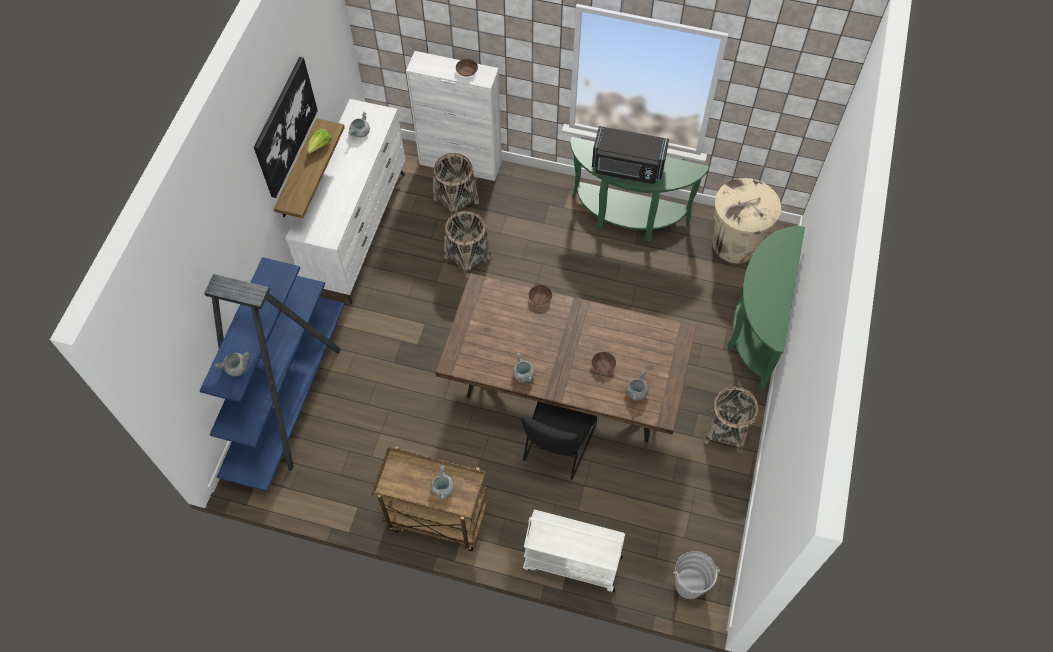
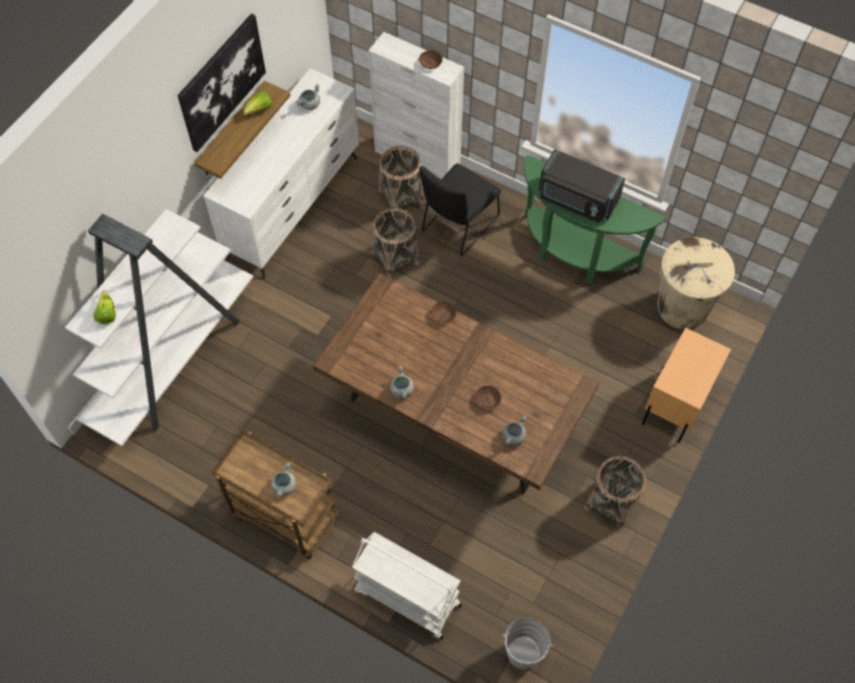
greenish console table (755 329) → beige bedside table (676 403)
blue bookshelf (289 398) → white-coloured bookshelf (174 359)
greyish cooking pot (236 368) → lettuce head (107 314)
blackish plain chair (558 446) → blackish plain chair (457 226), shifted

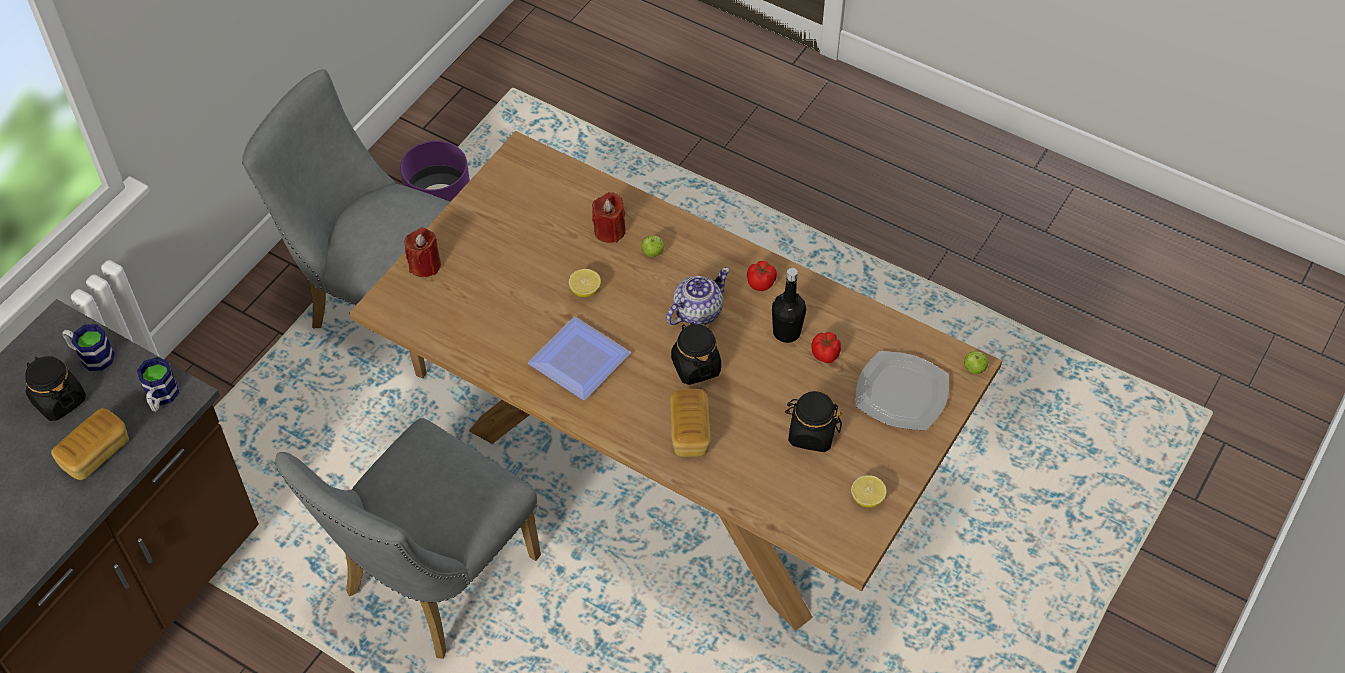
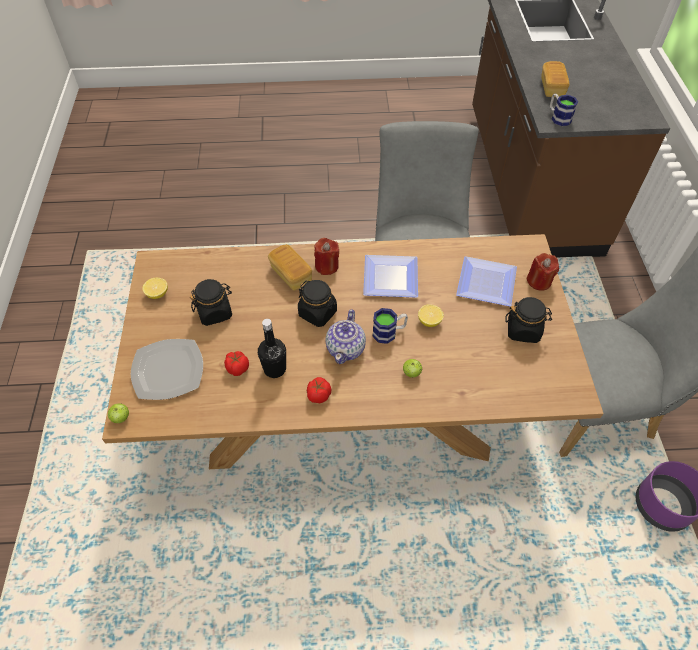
reddish wax light (609 231) → reddish wax light (327 266), shifted
mug (91 356) → mug (389 332), shifted
blackish storage jar (59 400) → blackish storage jar (523 330), shifted
- → dinner plate (488 285)

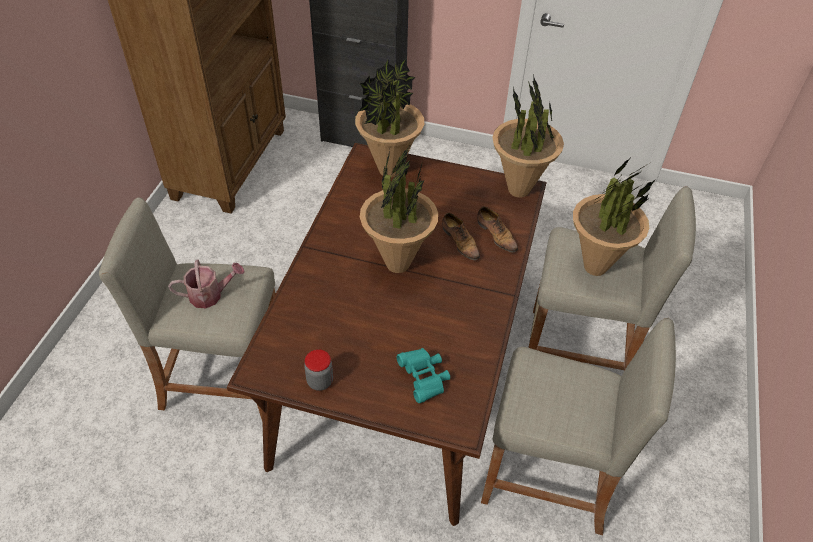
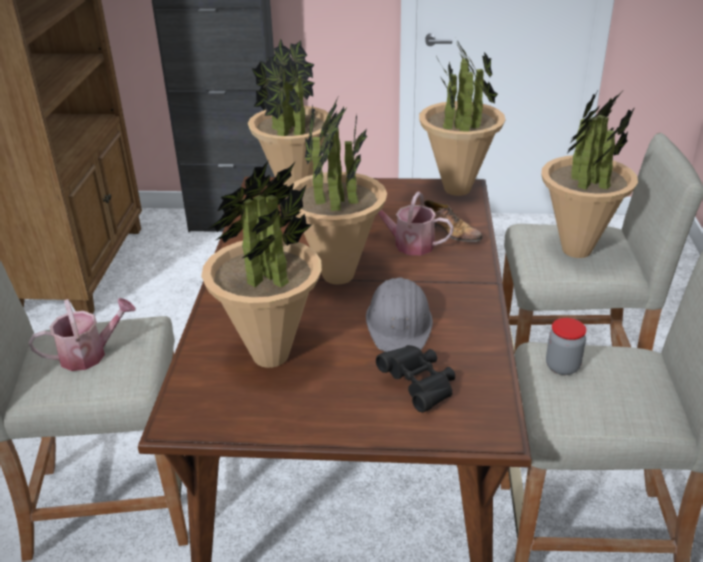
shoe (460 242) → sprinkling can (408 244)
blue-green binoculars (424 379) → blackish binoculars (419 386)
storage jar (320 381) → storage jar (562 366), shifted
- → houseplant (271 355)
- → greyish work helmet (399 324)

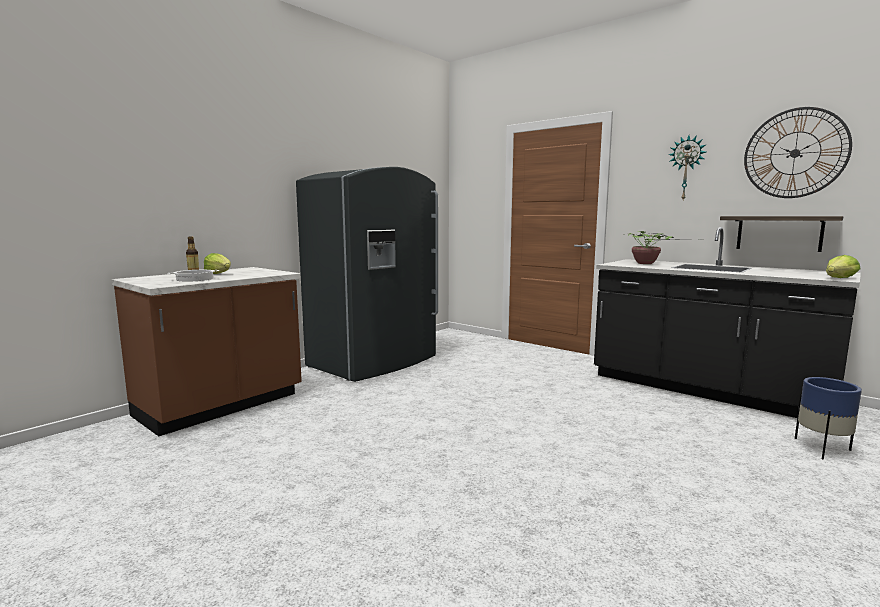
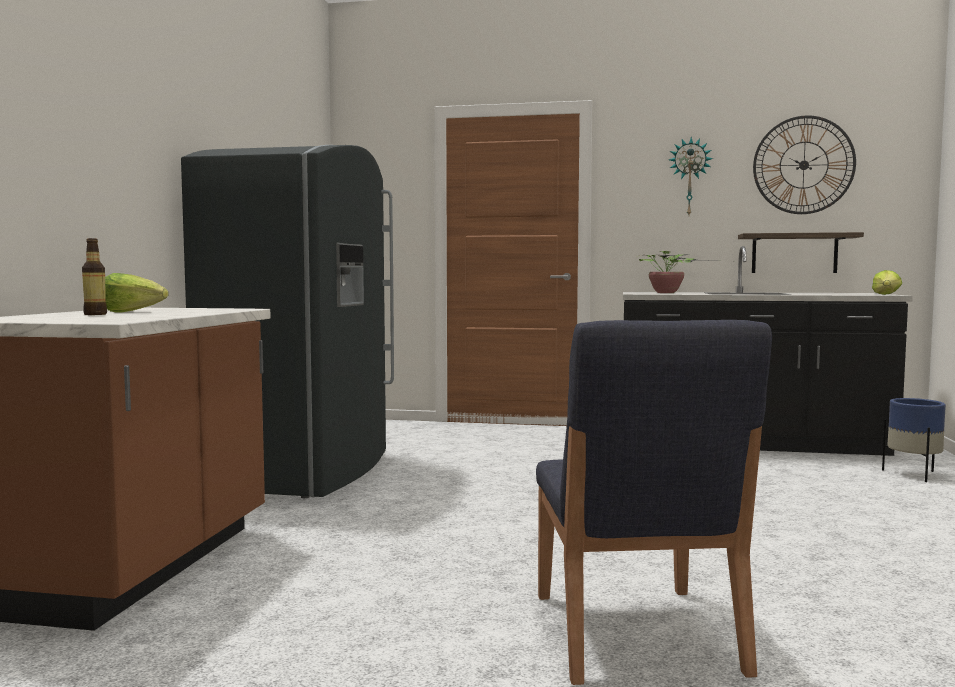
cooking pot (195 279) → -
- → blue plain chair (634 634)

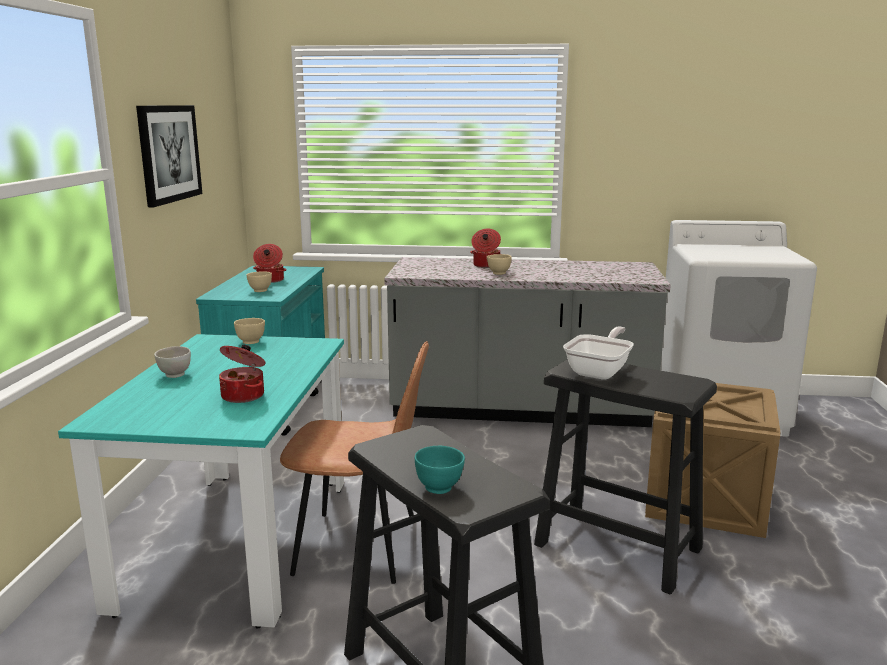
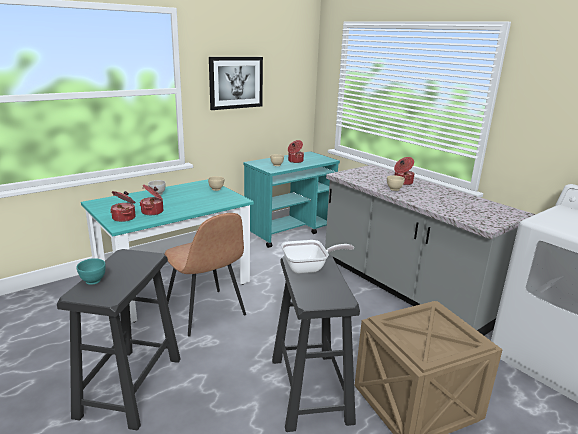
- → cooking pot (124 218)

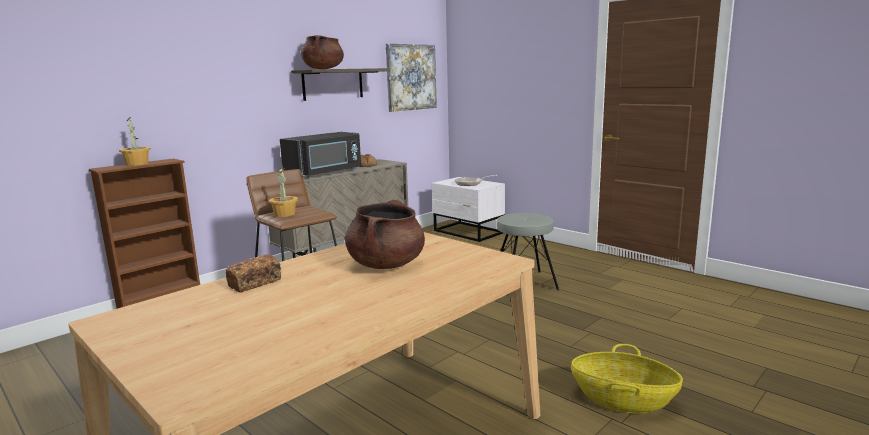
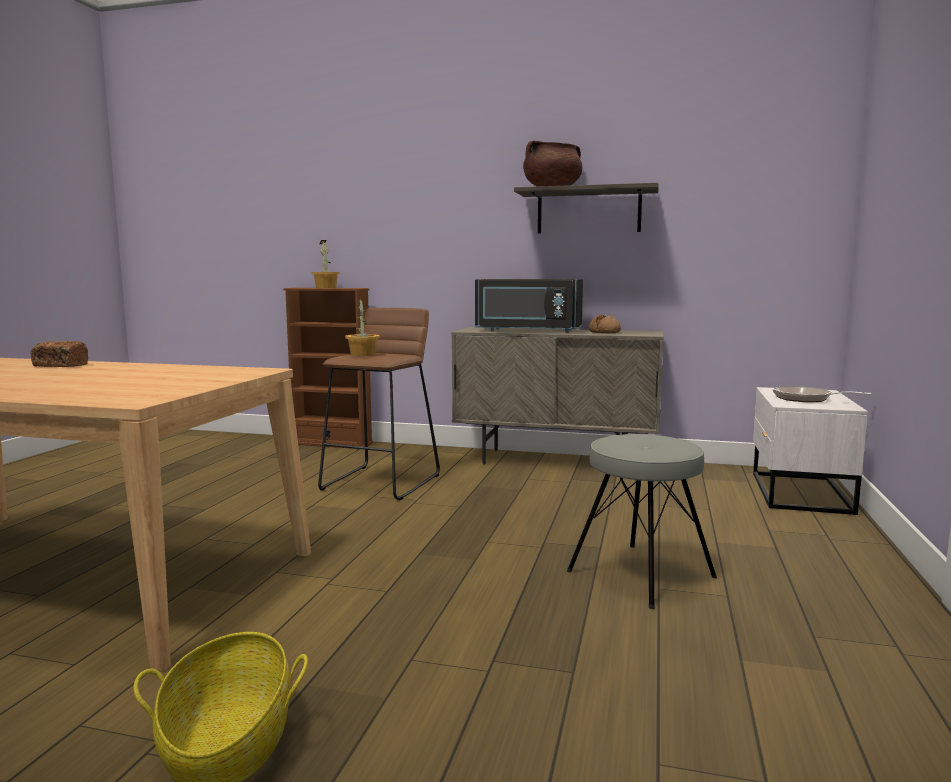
picture (411 77) → -
brownish cooking pot (386 264) → -

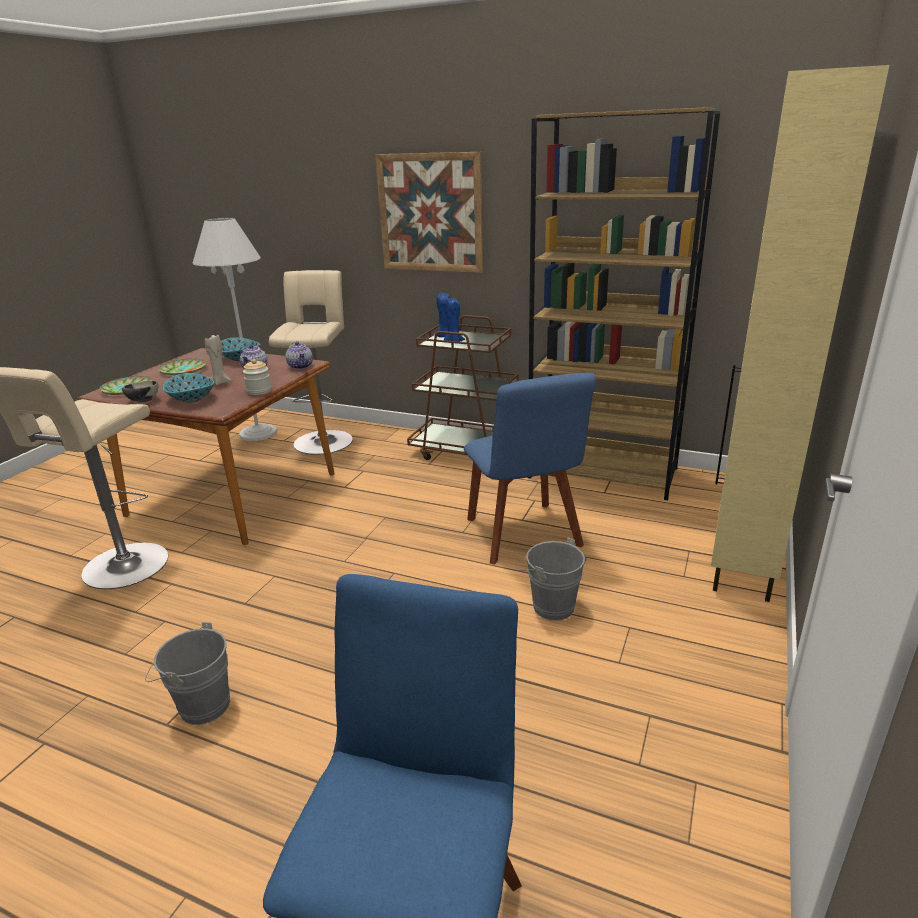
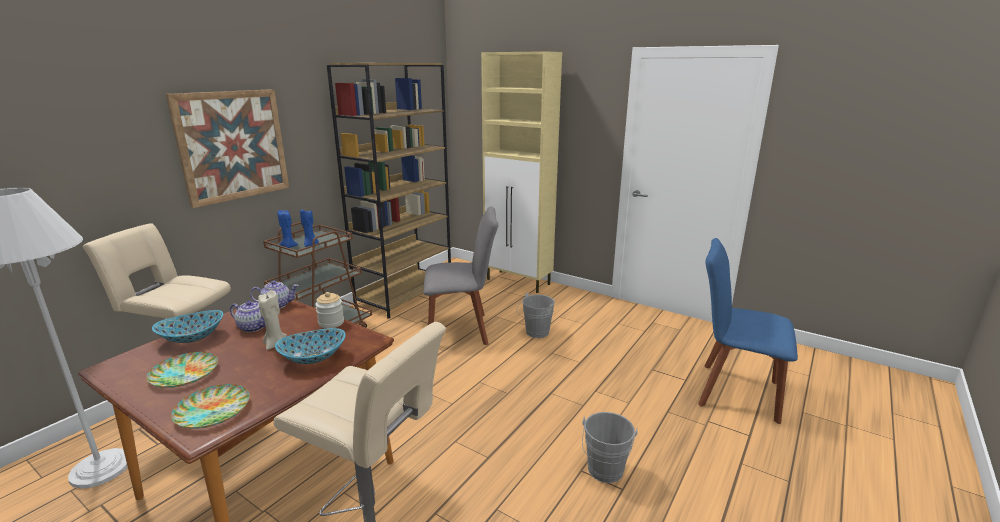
blue plain chair (524 536) → greyish plain chair (462 330)
bowl (143 401) → -

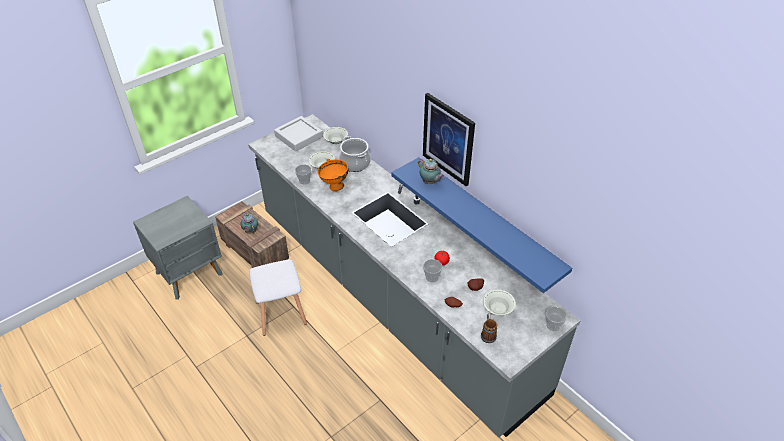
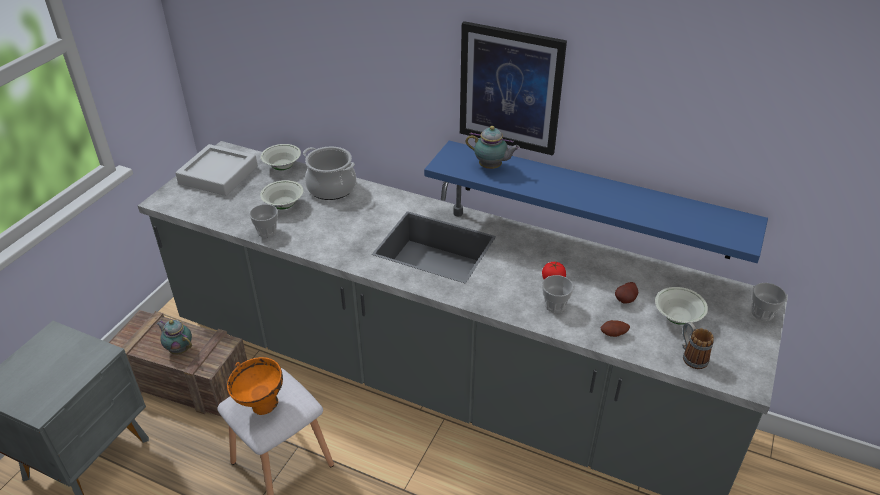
orange-coloured bowl (334 187) → orange-coloured bowl (261 407), shifted

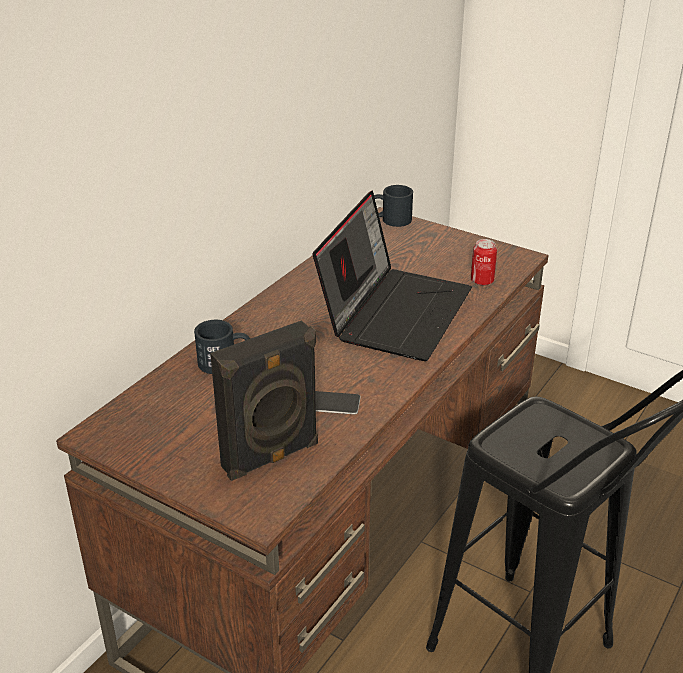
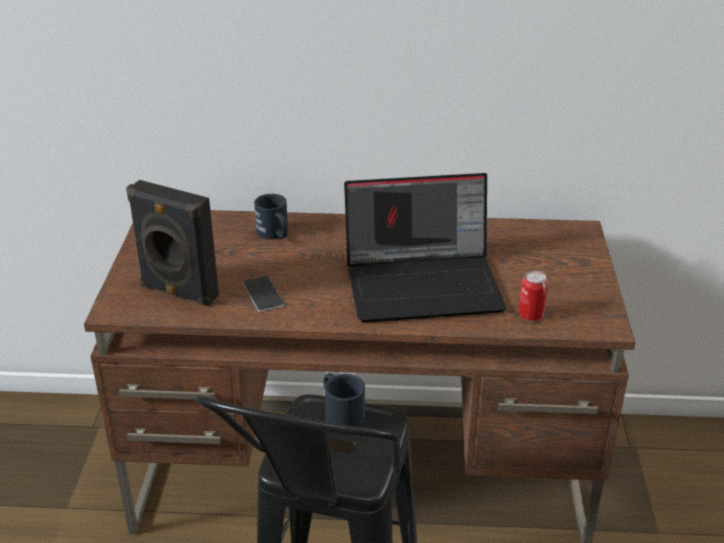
blackish mug (390 220) → blackish mug (340 413), shifted

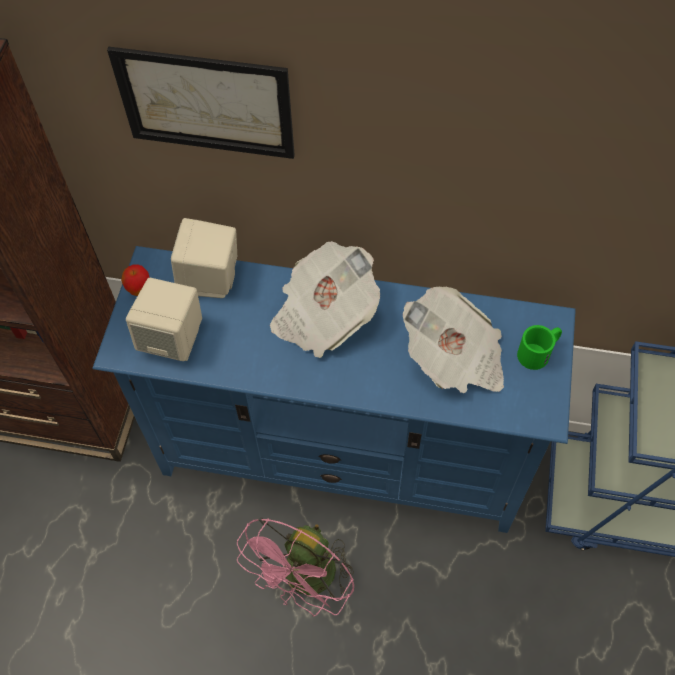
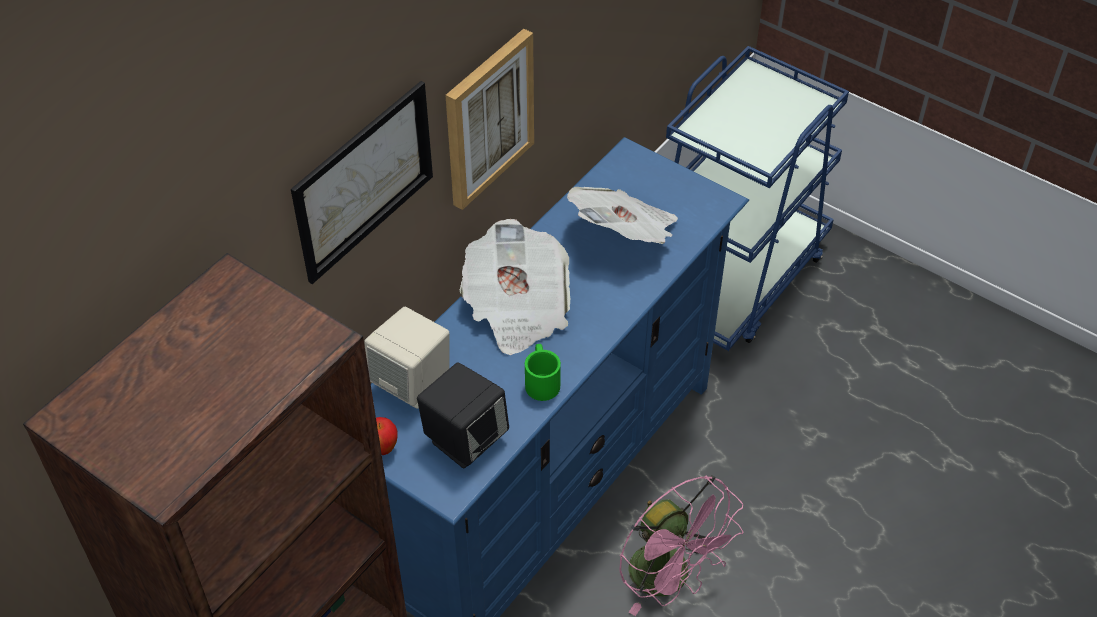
beige audio speaker (173 339) → blackish audio speaker (465 439)
greenish mug (538 352) → greenish mug (541 380), shifted
- → picture (487 118)

